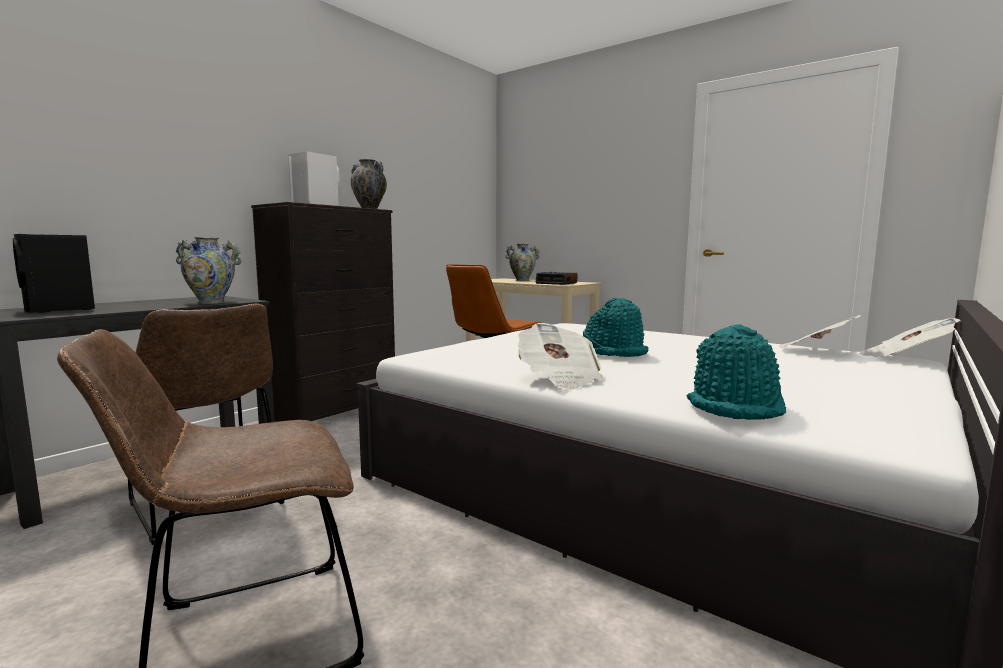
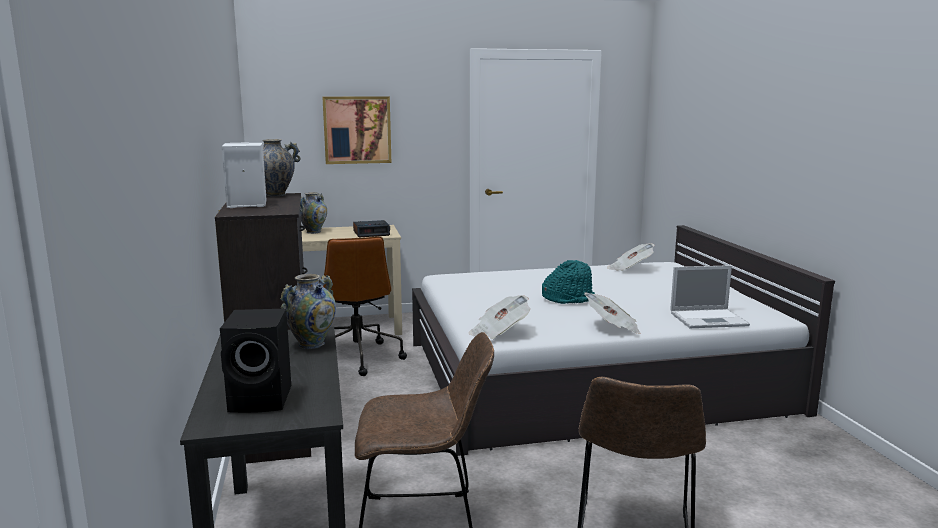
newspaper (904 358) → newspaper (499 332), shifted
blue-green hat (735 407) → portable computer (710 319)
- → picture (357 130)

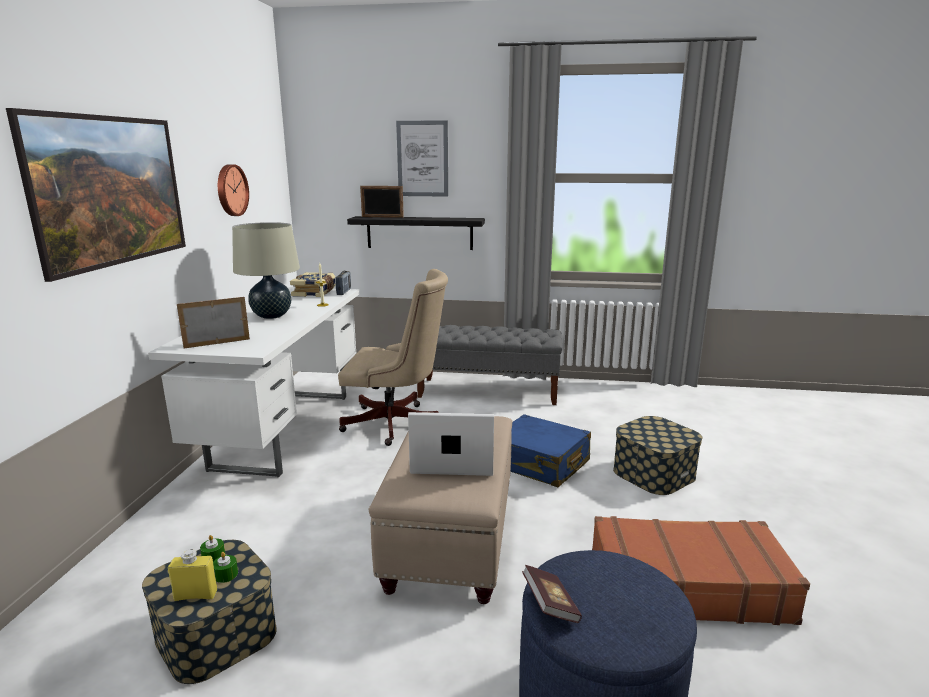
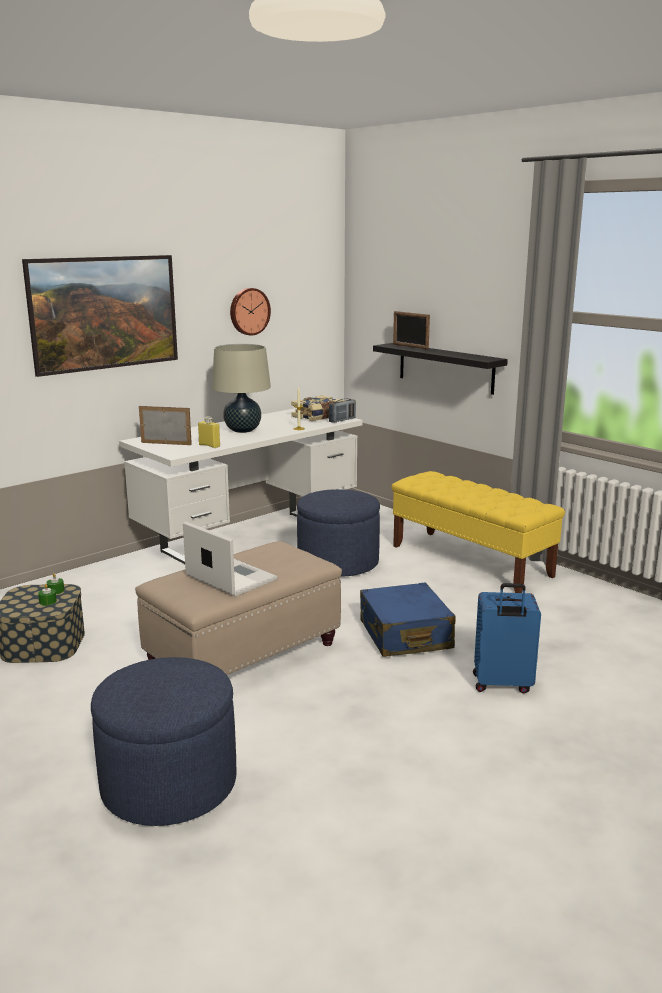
picture (422 159) → -
beige computer chair (396 424) → blue footrest (338 563)
greyish long seat (489 391) → yellow-coloured long seat (471 561)
storage box (654 473) → blue piece of luggage (502 684)
brownish piece of luggage (686 585) → -
yellow-coloured bottle (196 595) → yellow-coloured bottle (209 445), shifted
bound book (550 605) → -

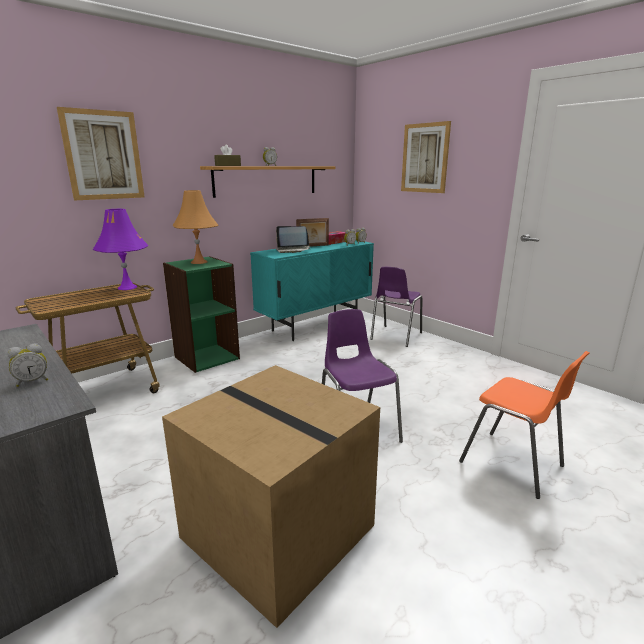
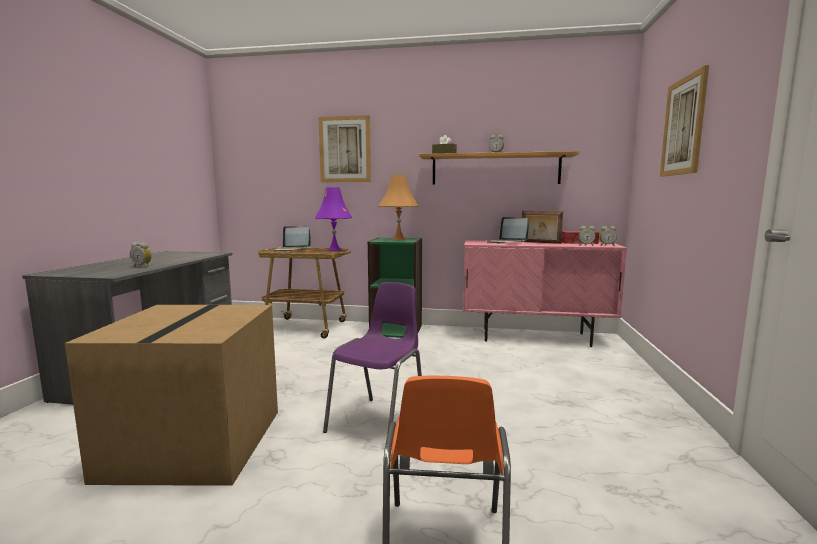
blue-green cupboard (316 326) → pinkish cupboard (535 337)
purple-coloured plain chair (395 336) → -
- → portable computer (292 250)

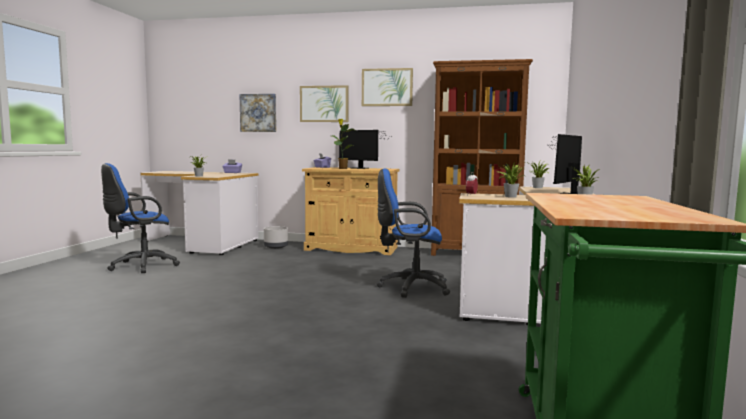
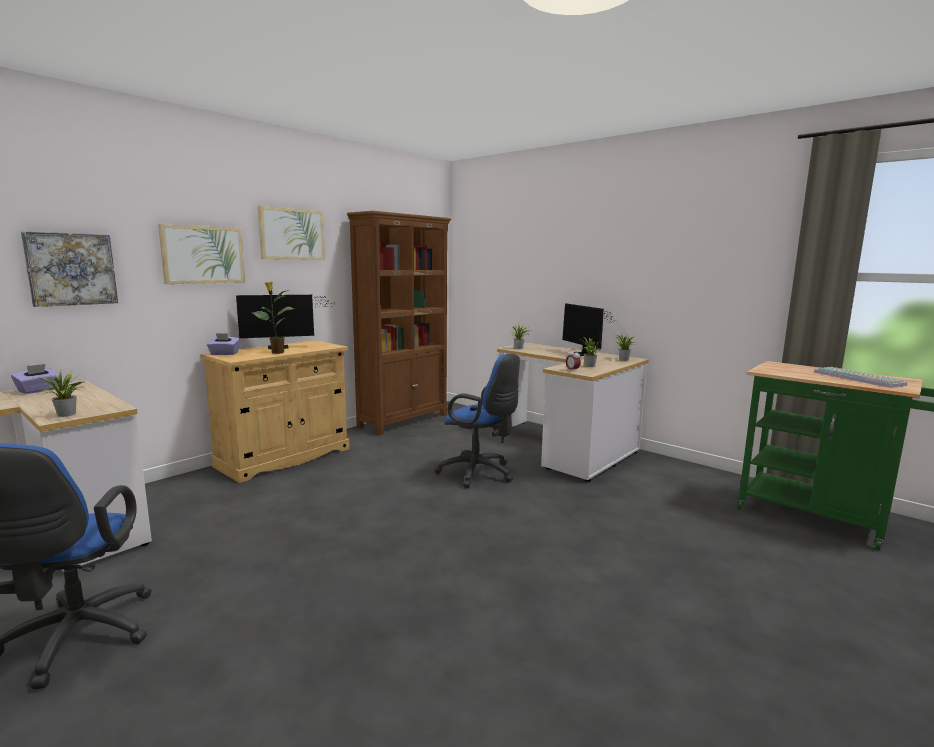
blue computer chair (410 287) → blue computer chair (479 474), 90 degrees counterclockwise
greyish flower pot (276 247) → -
- → computer keyboard (859 378)

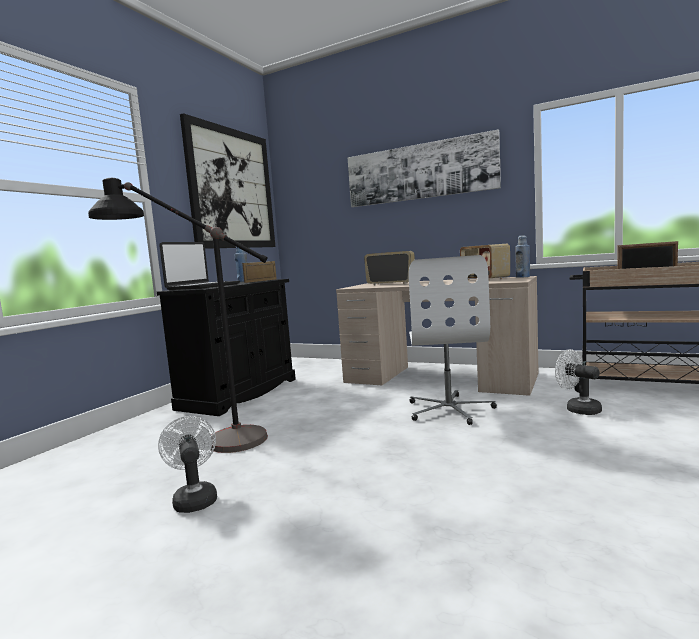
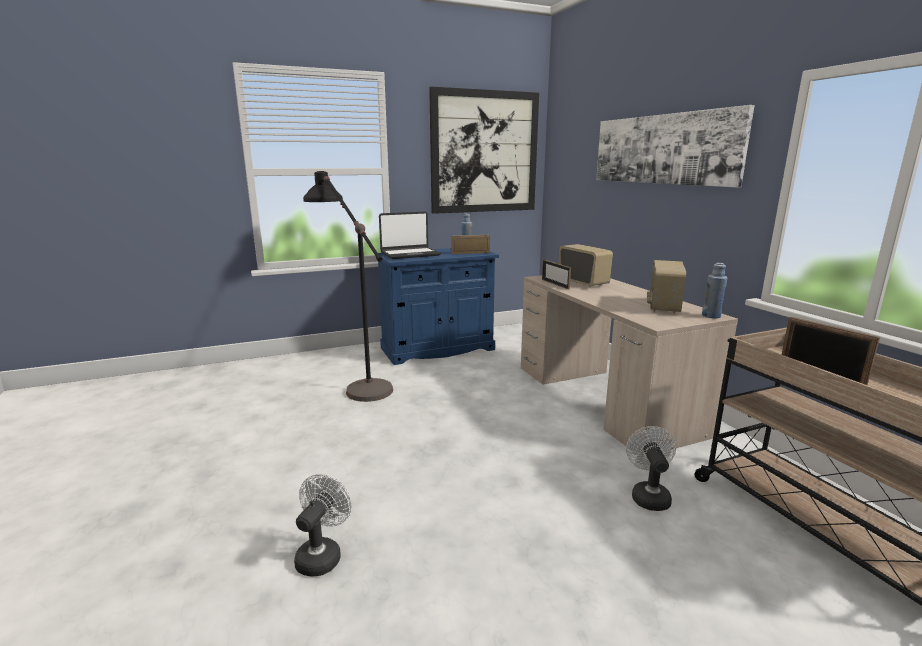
white-coloured computer chair (449 409) → -
blackish cupboard (239 394) → blue cupboard (437 349)
white-coloured cooling fan (194 498) → white-coloured cooling fan (322 555), shifted
- → picture frame (555 284)

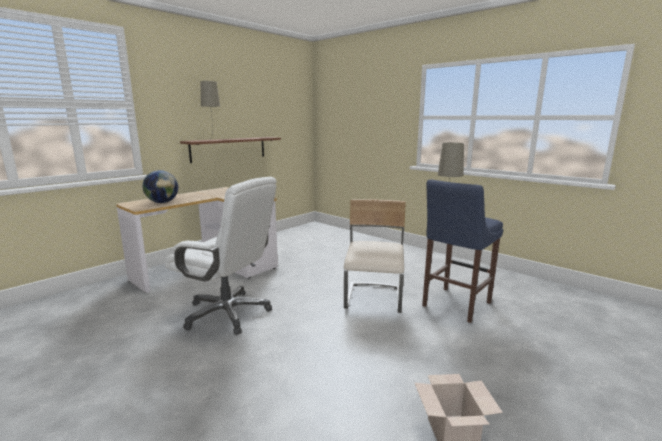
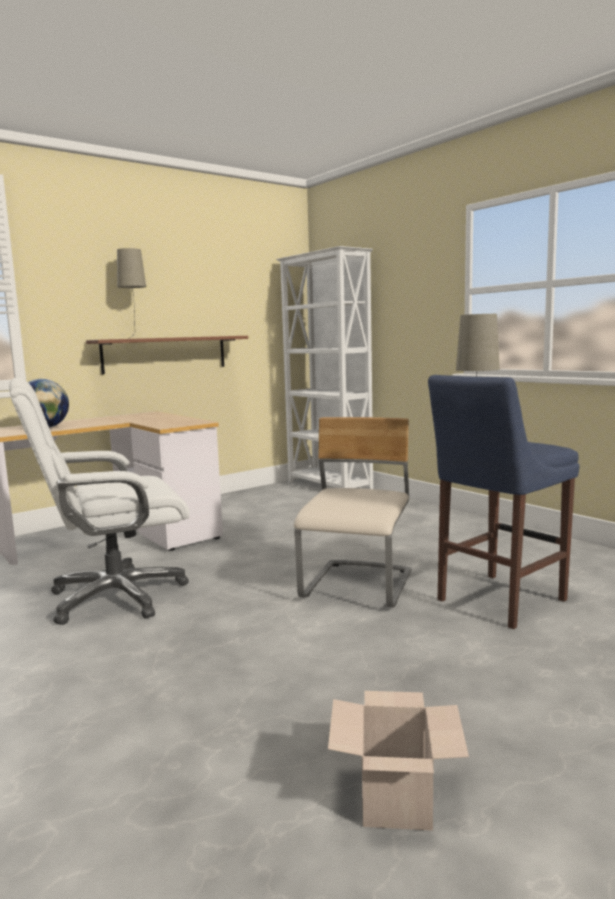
white-coloured computer chair (228 313) → white-coloured computer chair (115 597), 120 degrees clockwise
- → white-coloured bookshelf (329 487)

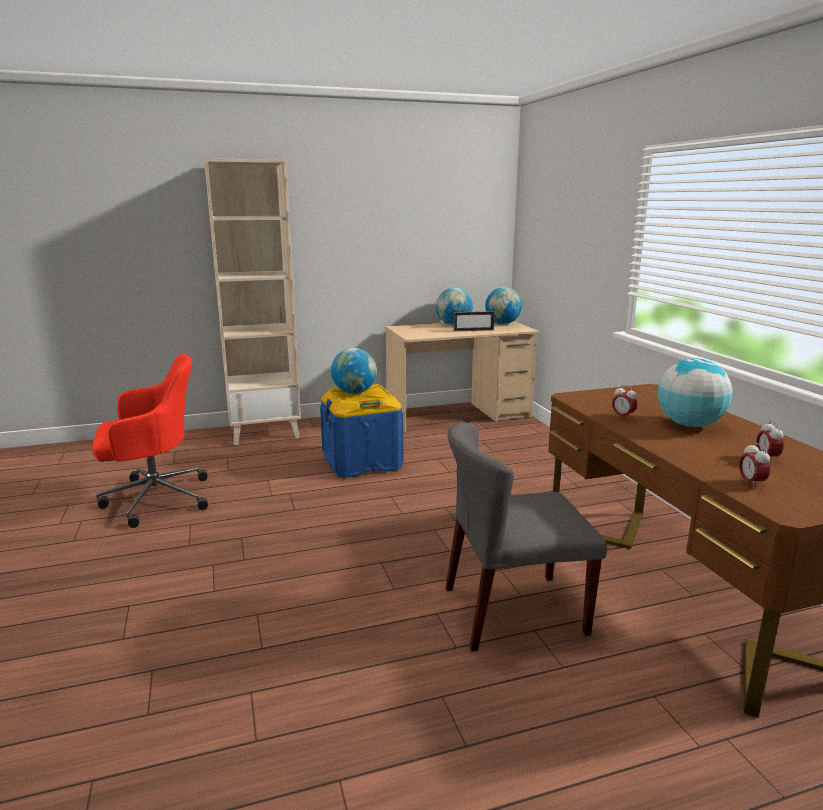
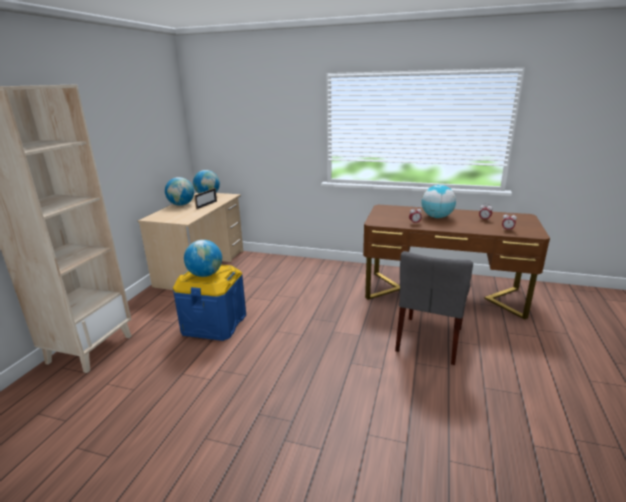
reddish computer chair (154 499) → -

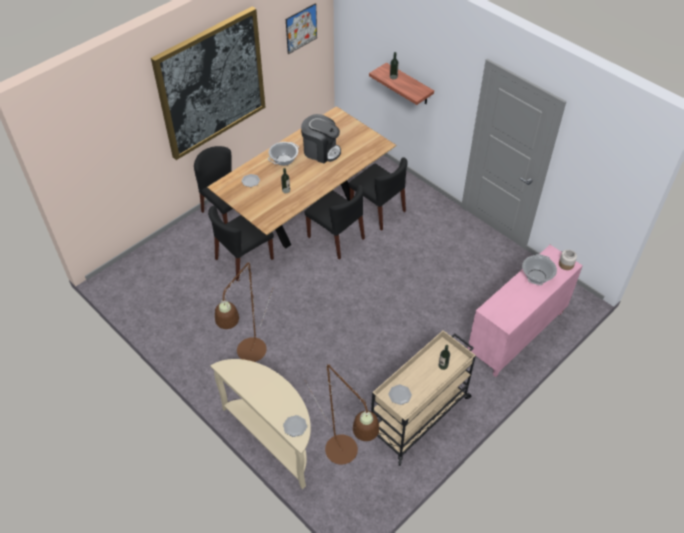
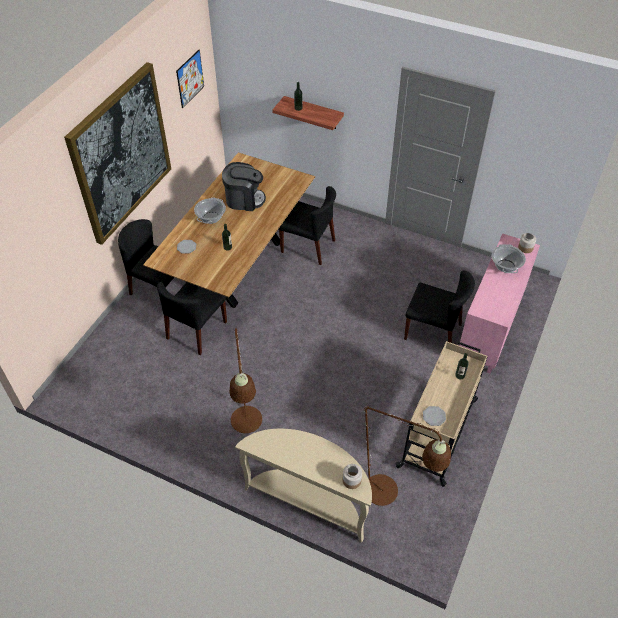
blackish plain chair (336 238) → blackish plain chair (433 331), shifted
dinner plate (295 426) → storage jar (352 480)

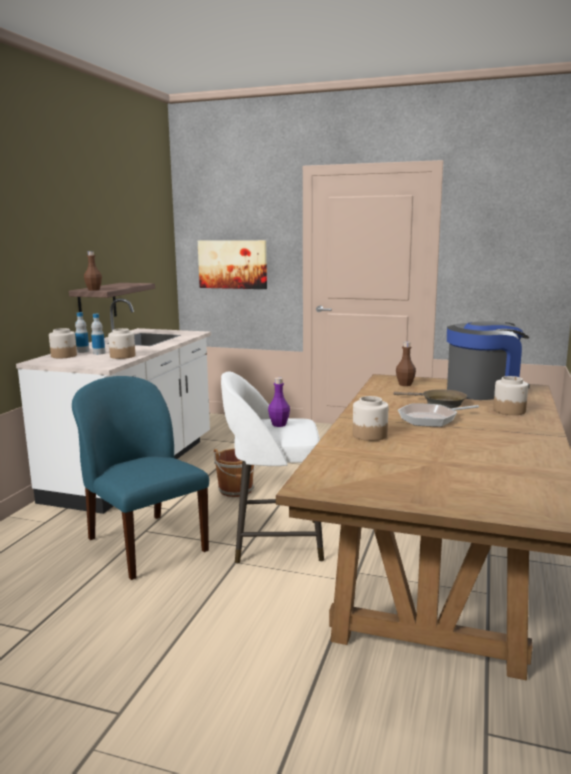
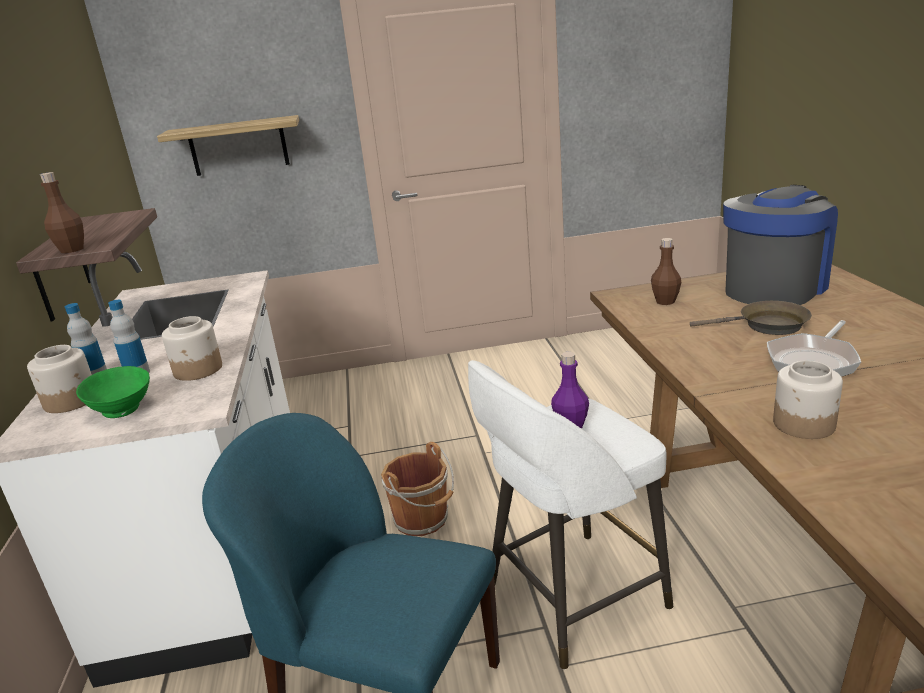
picture (233 264) → bracket shelf (238 146)
storage jar (509 410) → -
- → greenish bowl (121 411)

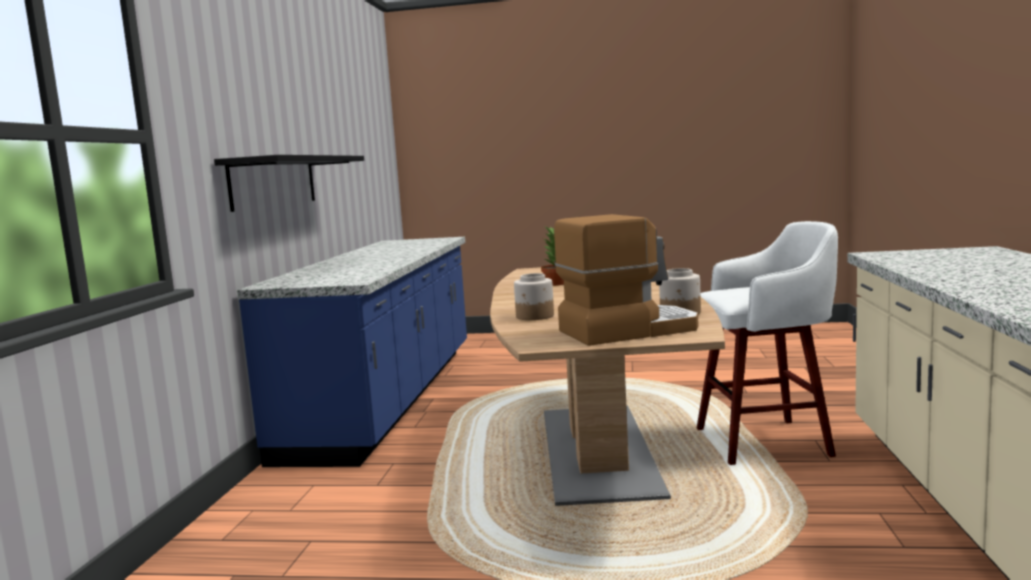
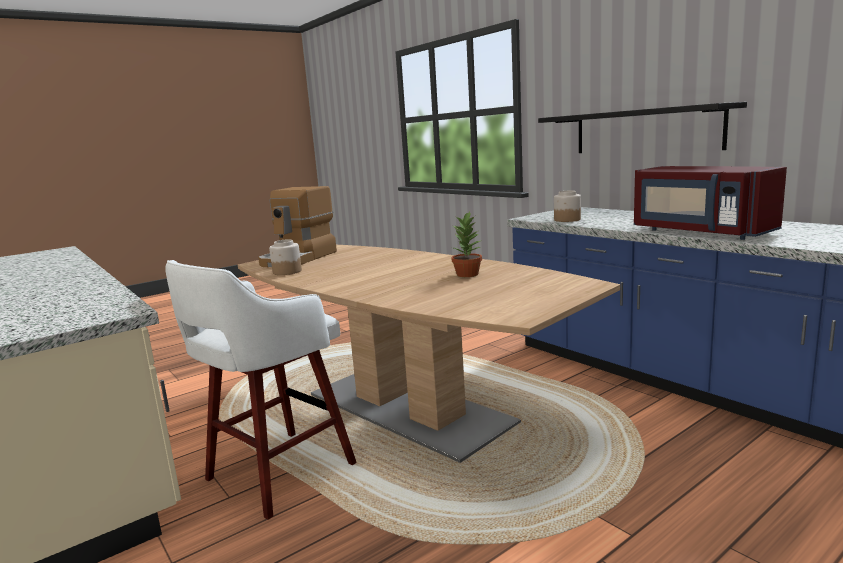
storage jar (535 316) → storage jar (567 220), shifted
- → reddish kitchen microwave (699 232)

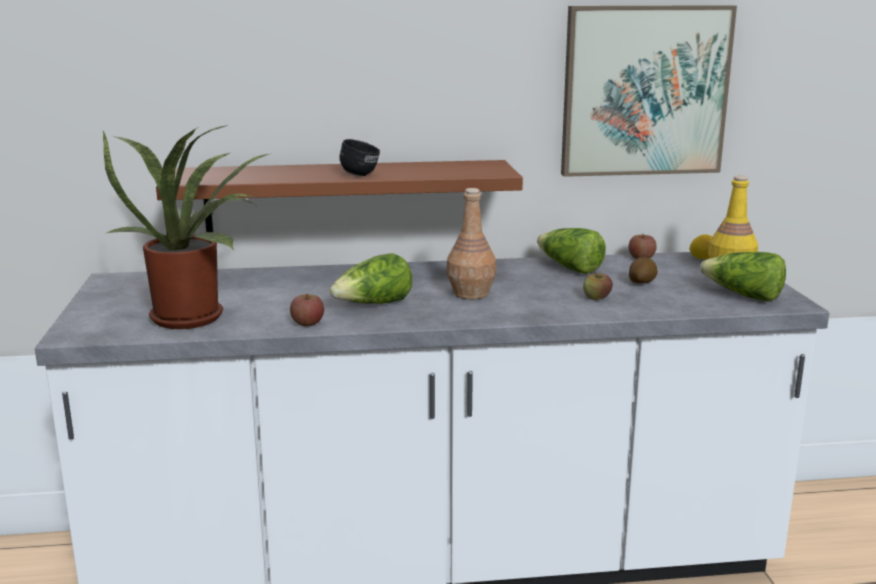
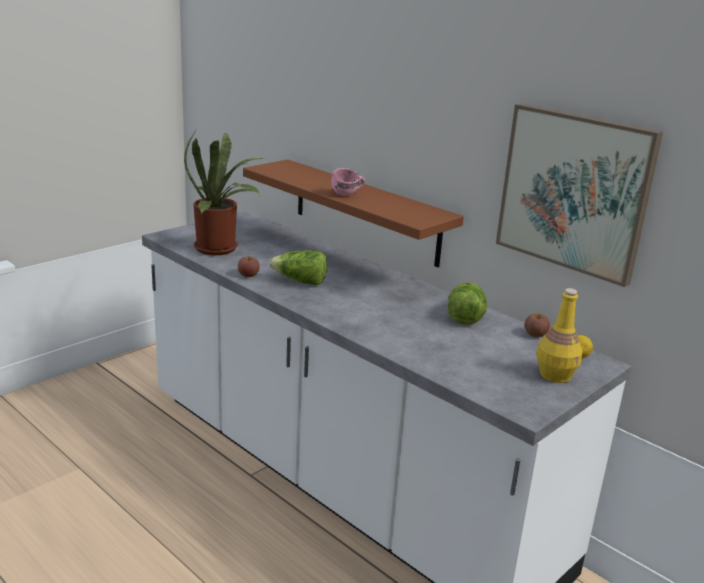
blackish mug (363 173) → pinkish mug (348 194)
brownish bottle (471 293) → -
lettuce head (743 296) → -
whole potato (642 282) → -
apple (597 298) → -

